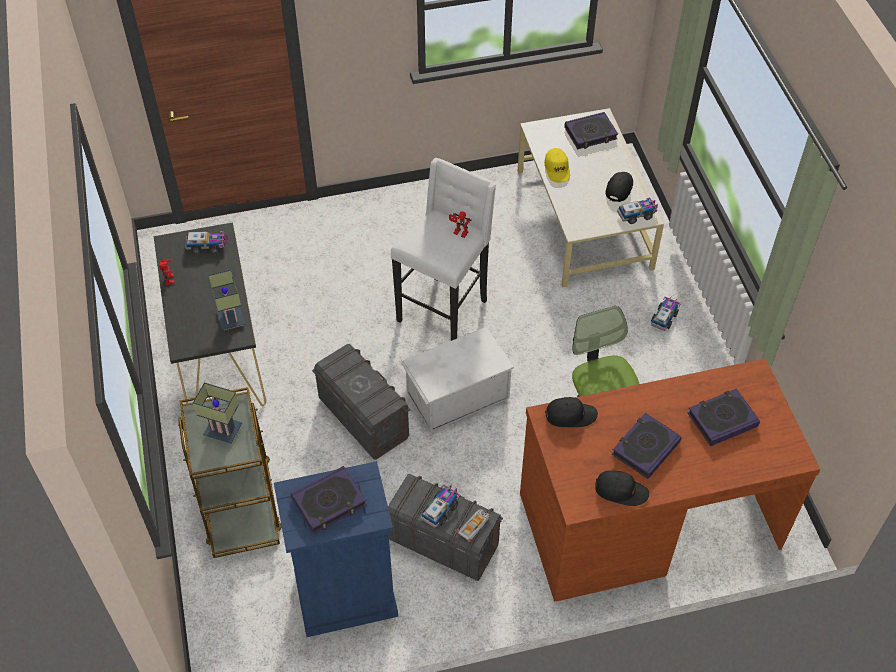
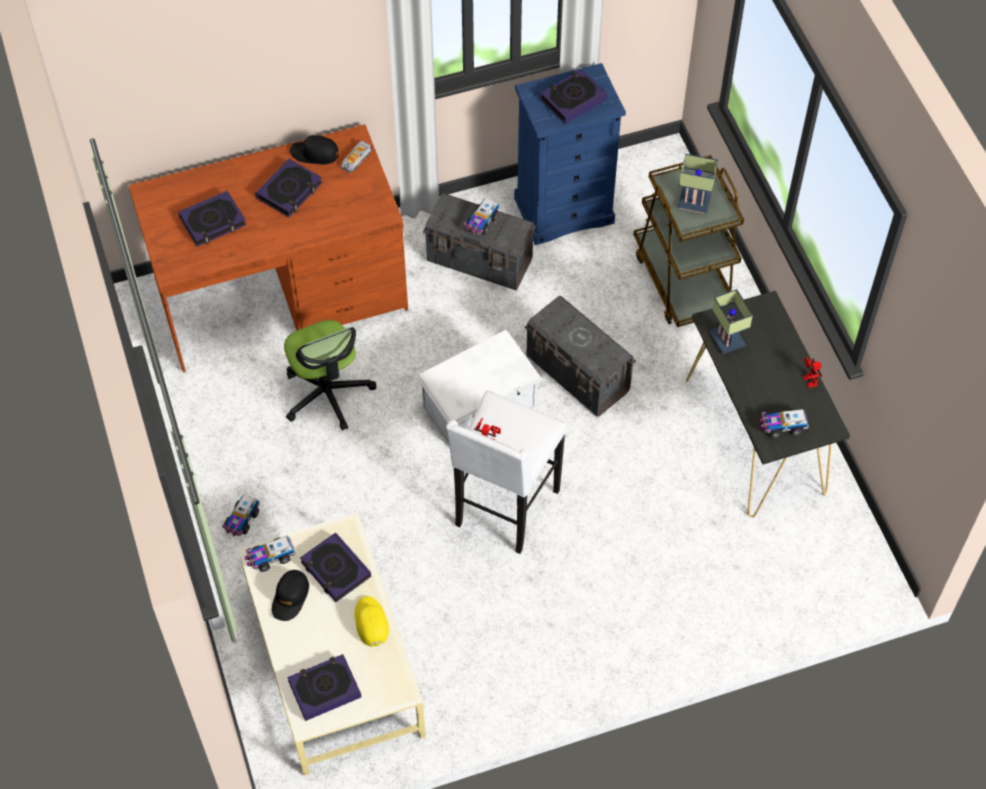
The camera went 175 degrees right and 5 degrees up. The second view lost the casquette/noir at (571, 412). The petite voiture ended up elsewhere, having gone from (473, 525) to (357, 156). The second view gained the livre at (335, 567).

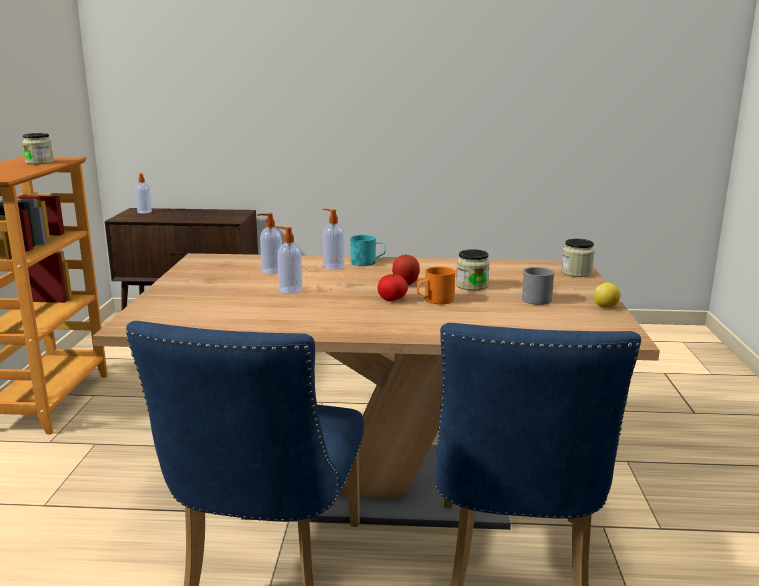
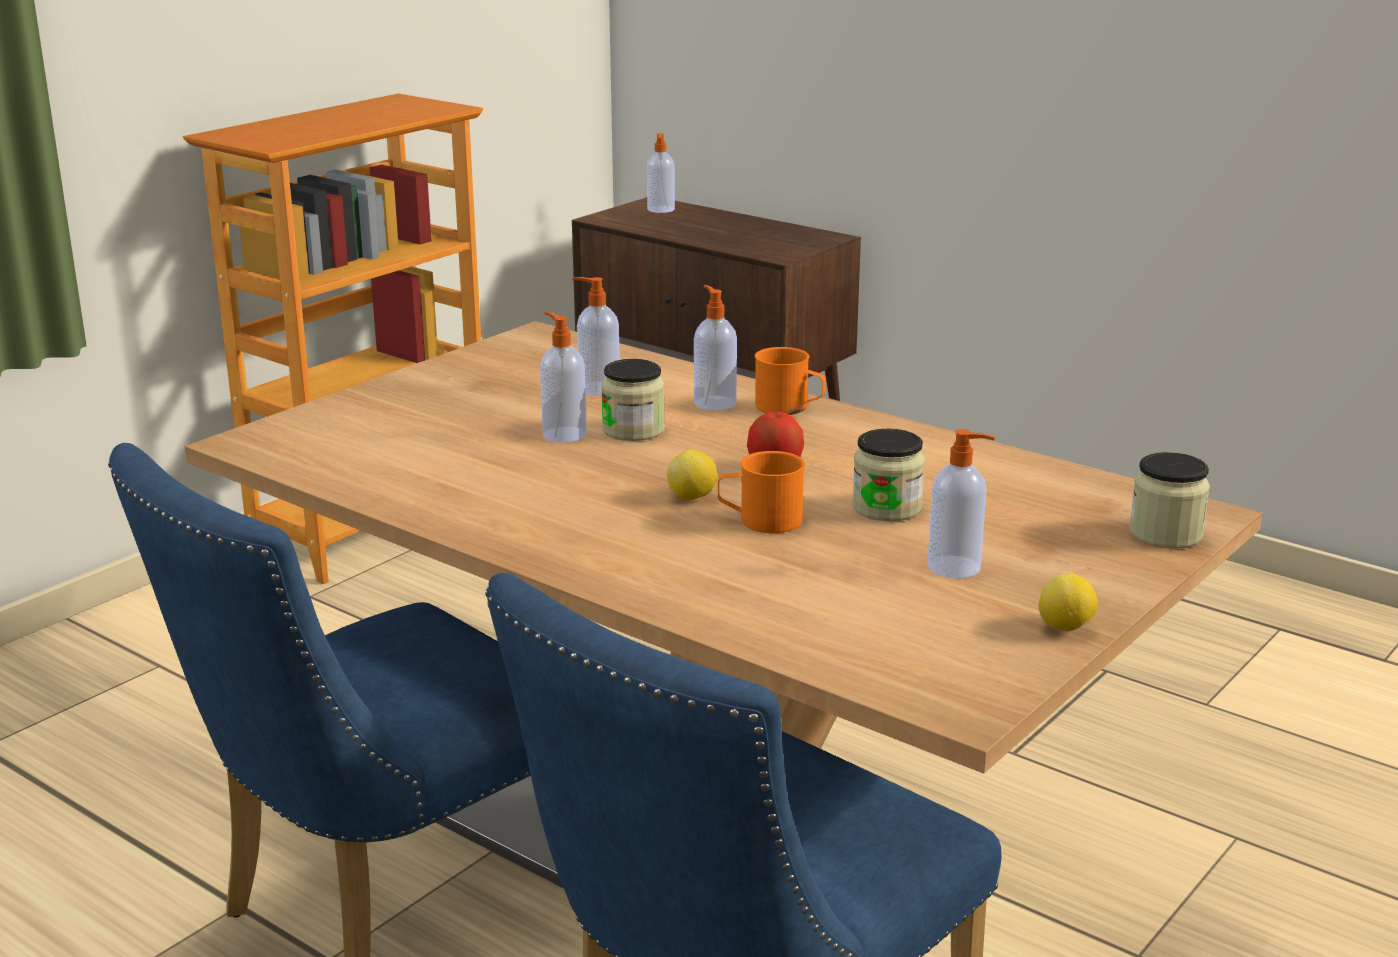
The camera went 35 degrees right and 5 degrees up. The bocal ended up elsewhere, having gone from (38, 149) to (633, 400). What was the mug/turquoise at (368, 250) turned into the mug/orange at (790, 381). Where the mug/gris stood at (538, 286), the distributeur de savon came to stand at (961, 504). Where the tomate stood at (393, 287), the citron came to stand at (692, 475).

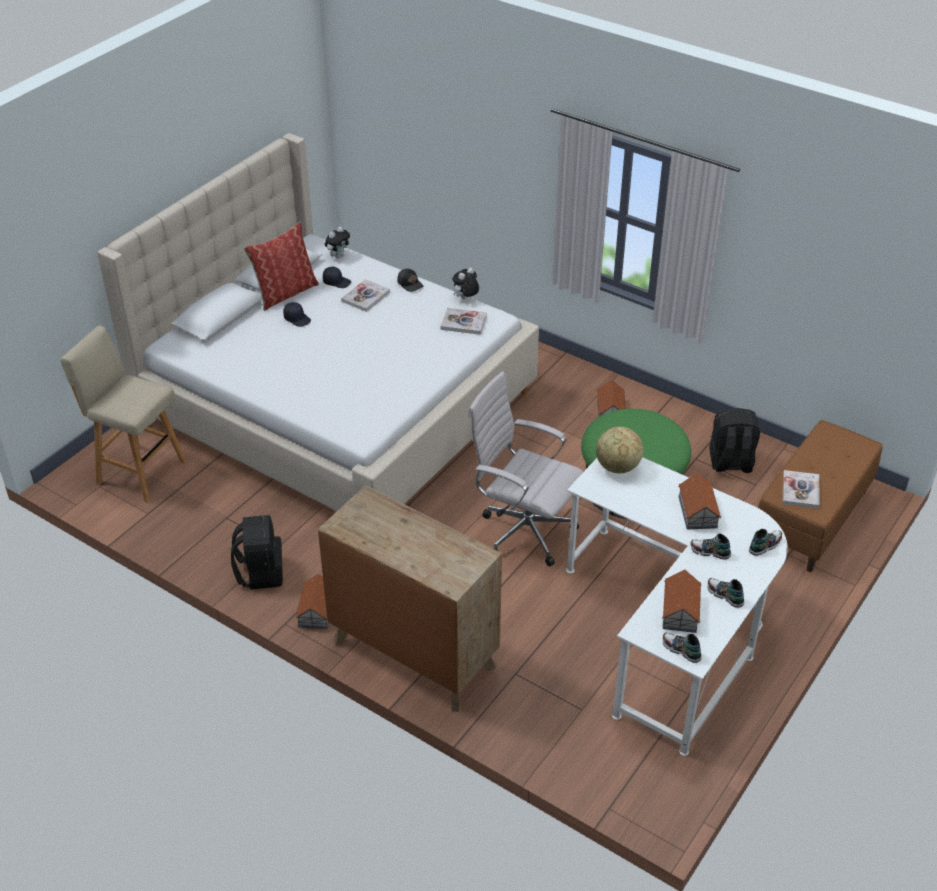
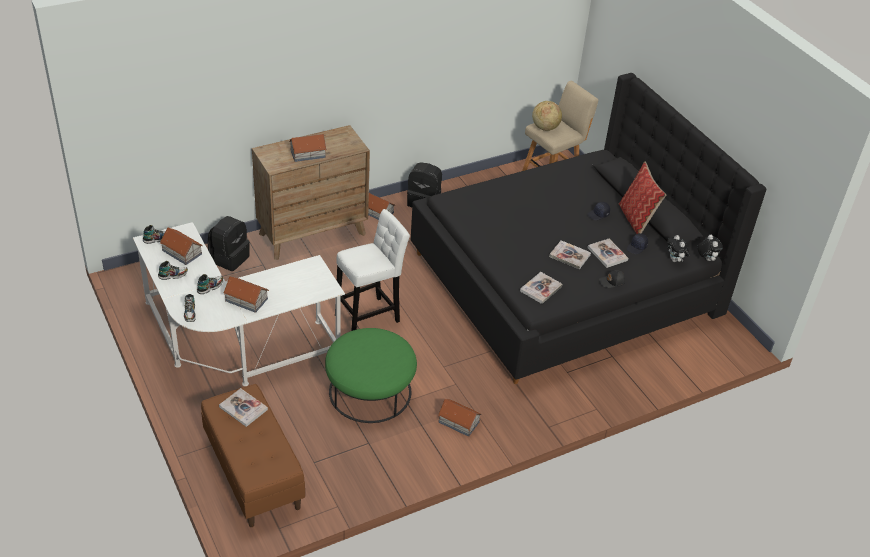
The camera went 115 degrees right and 0 degrees up. What was the lit/beige at (318, 322) turned into the lit/noir at (588, 228). The peluche ended up elsewhere, having gone from (465, 283) to (710, 248). Where the chaise de bureau/blanc stood at (525, 468), the tabouret/blanc came to stand at (372, 270). The sac à dos/noir ended up elsewhere, having gone from (735, 440) to (229, 243). The globe ended up elsewhere, having gone from (619, 450) to (547, 116). The second view gained the maison miniature at (308, 148). The second view gained the livre at (570, 254).

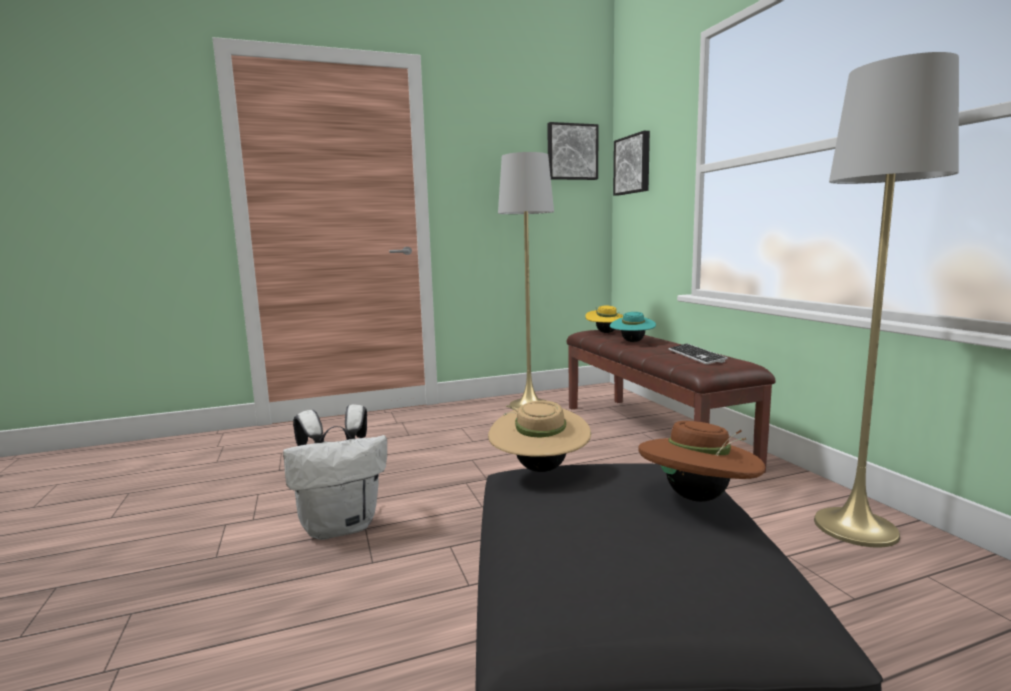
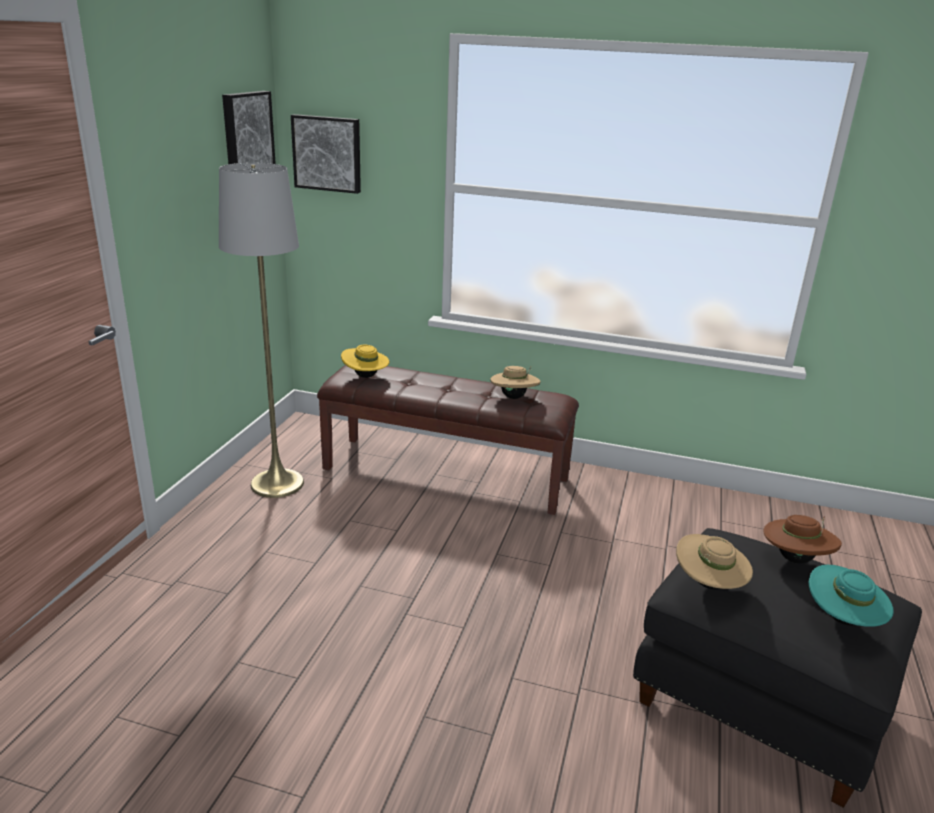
The camera went 55 degrees left and 15 degrees up. The second view lost the lampadaire/gris at (886, 299). The chapeau/turquoise ended up elsewhere, having gone from (633, 327) to (851, 596). Where the clavier stood at (698, 354), the chapeau/beige came to stand at (515, 382). The second view lost the sac à dos/blanc at (335, 472).

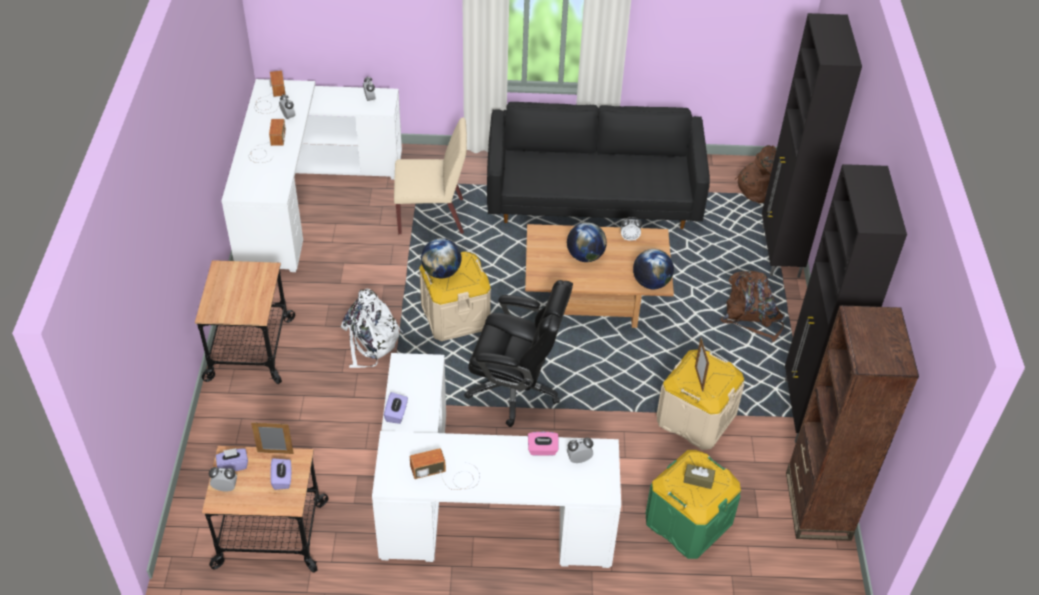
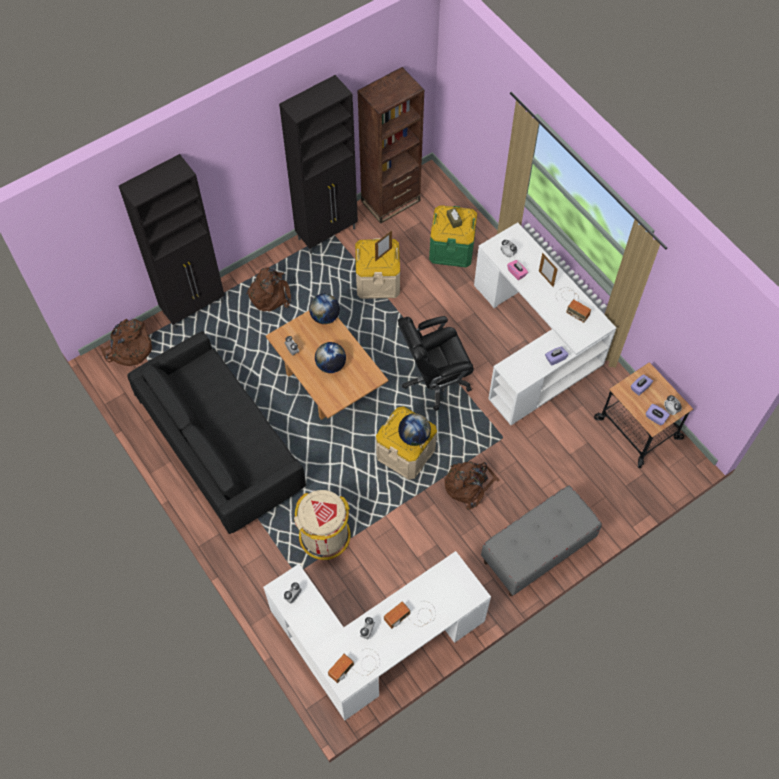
The camera went 125 degrees left and 15 degrees up. Where the chaise/beige stood at (430, 176), the poubelle/beige came to stand at (322, 525). Where the chariot stood at (245, 322), the banc/gris came to stand at (541, 540). The chaise de bureau/noir at (518, 353) ended up facing another way, 90 degrees counterclockwise from before. What was the sac à dos/blanc at (371, 328) turned into the sac à dos/marron at (471, 485). The cadre photo ended up elsewhere, having gone from (272, 438) to (548, 270).

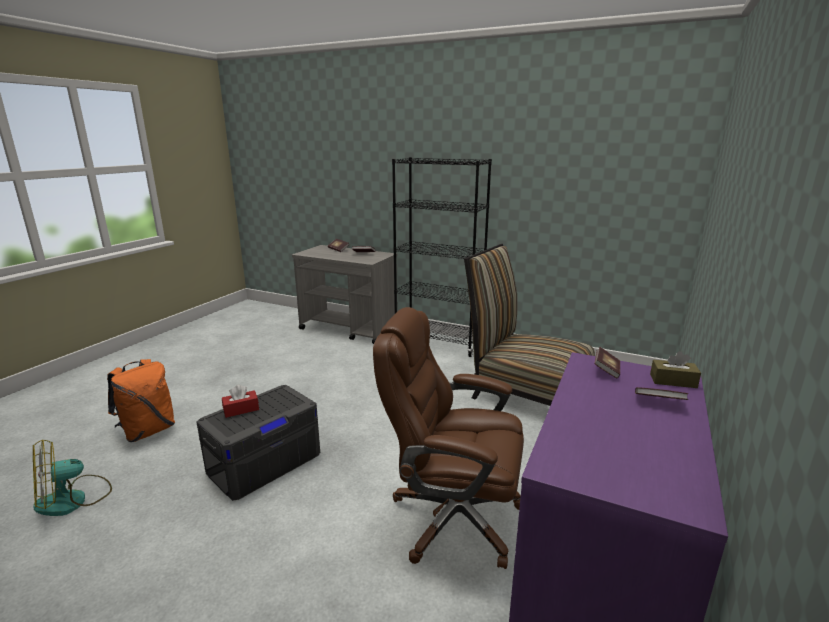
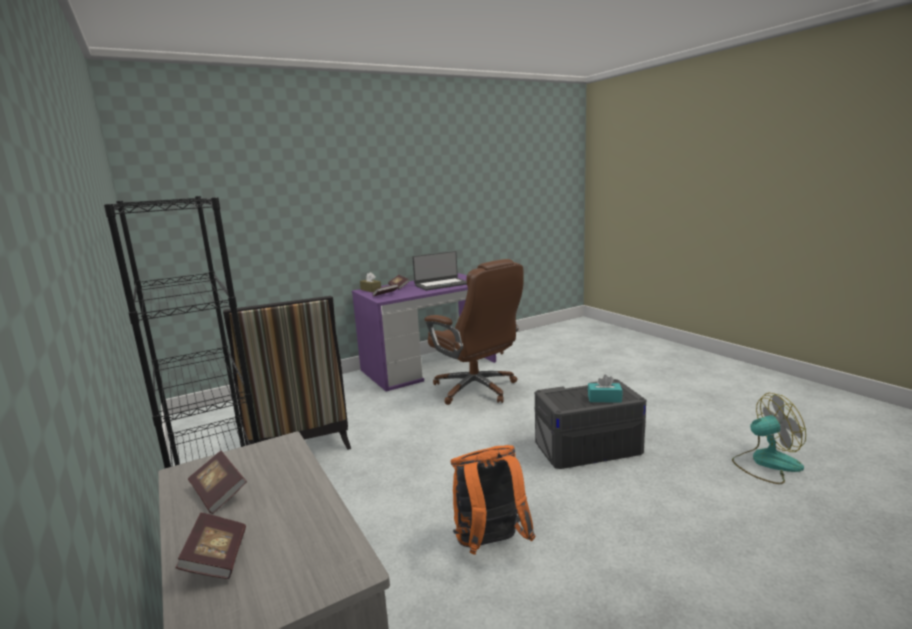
The camera went 145 degrees left and 5 degrees down. The sac à dos/orange ended up elsewhere, having gone from (141, 400) to (493, 500). What was the boîte à mouchoirs/rouge at (240, 401) turned into the boîte à mouchoirs/turquoise at (605, 388). The second view gained the ordinateur portable at (439, 271).

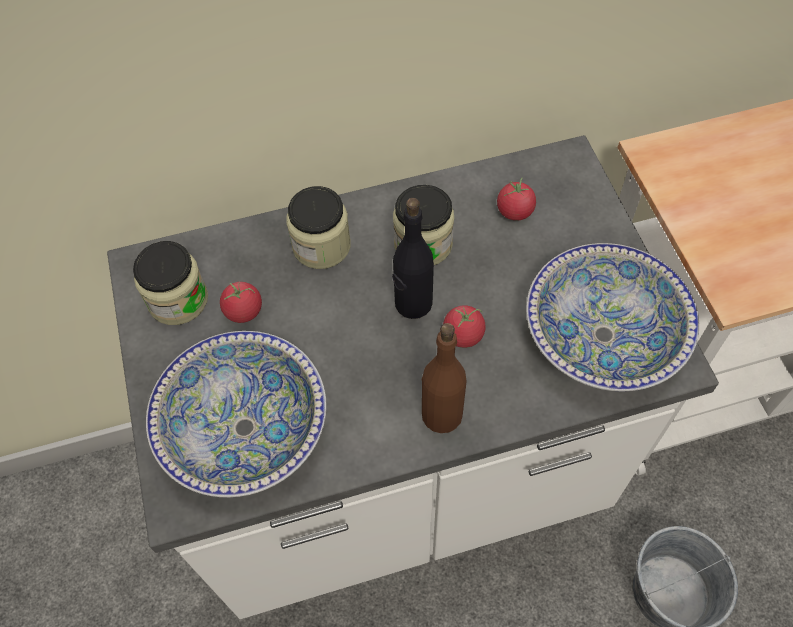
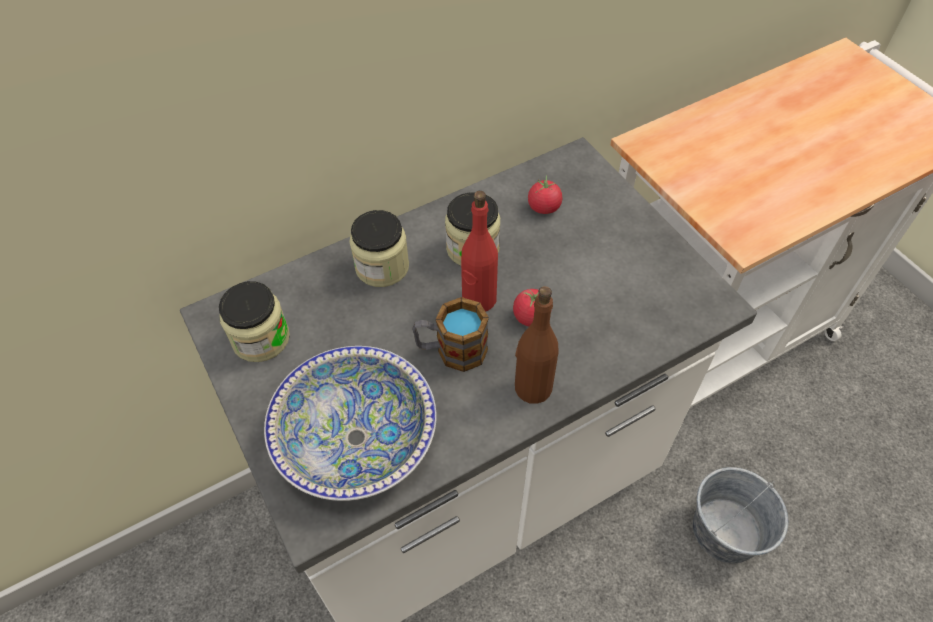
The camera went 15 degrees left and 5 degrees down. What was the bouteille/noir at (413, 258) turned into the bouteille/rouge at (479, 251). The second view lost the bol at (612, 317). The second view lost the tomate at (241, 302). The second view gained the mug at (450, 334).

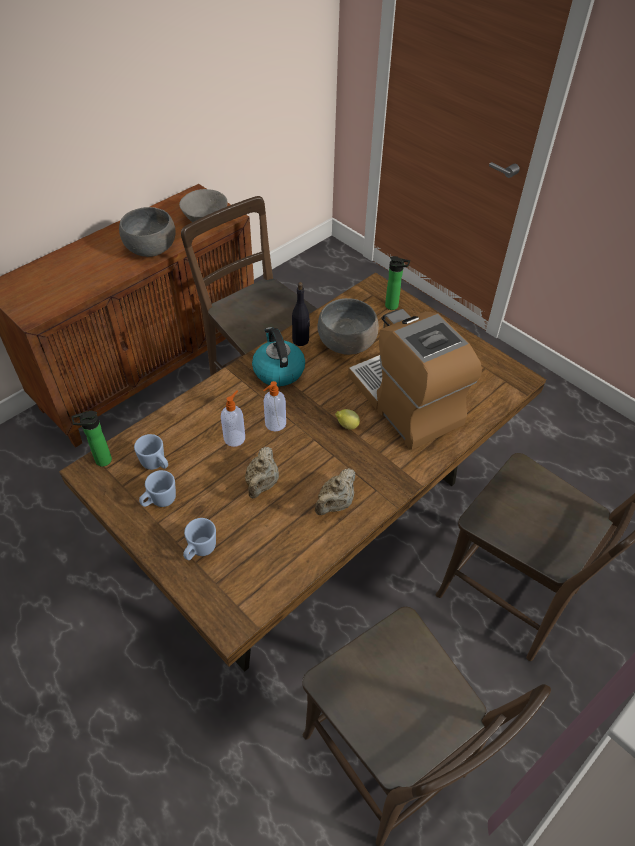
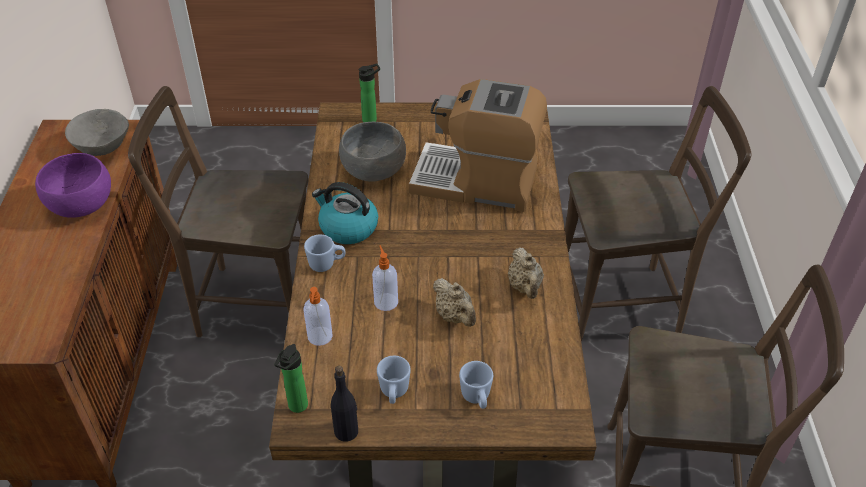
The camera went 45 degrees left and 5 degrees down. What was the bol/gris at (147, 232) turned into the bol/violet at (73, 185). The bouteille/noir ended up elsewhere, having gone from (301, 314) to (344, 404). The distributeur de savon ended up elsewhere, having gone from (274, 406) to (318, 316). The second view lost the citron at (347, 419). The mug/bleu ended up elsewhere, having gone from (151, 452) to (324, 253).

